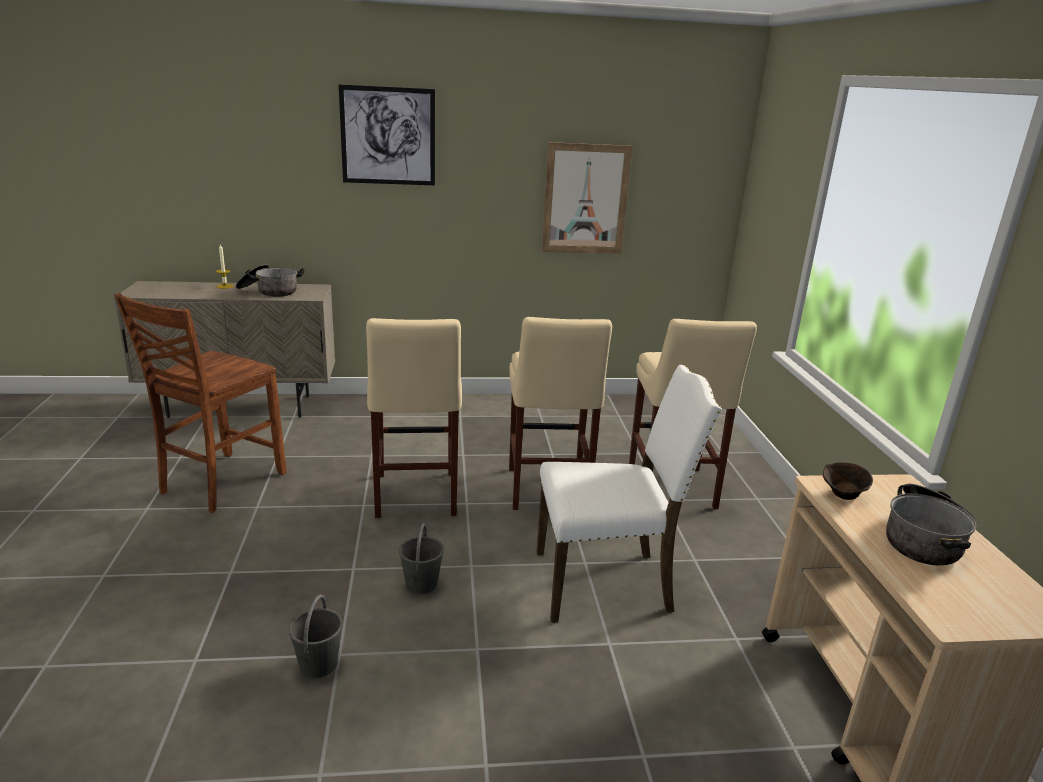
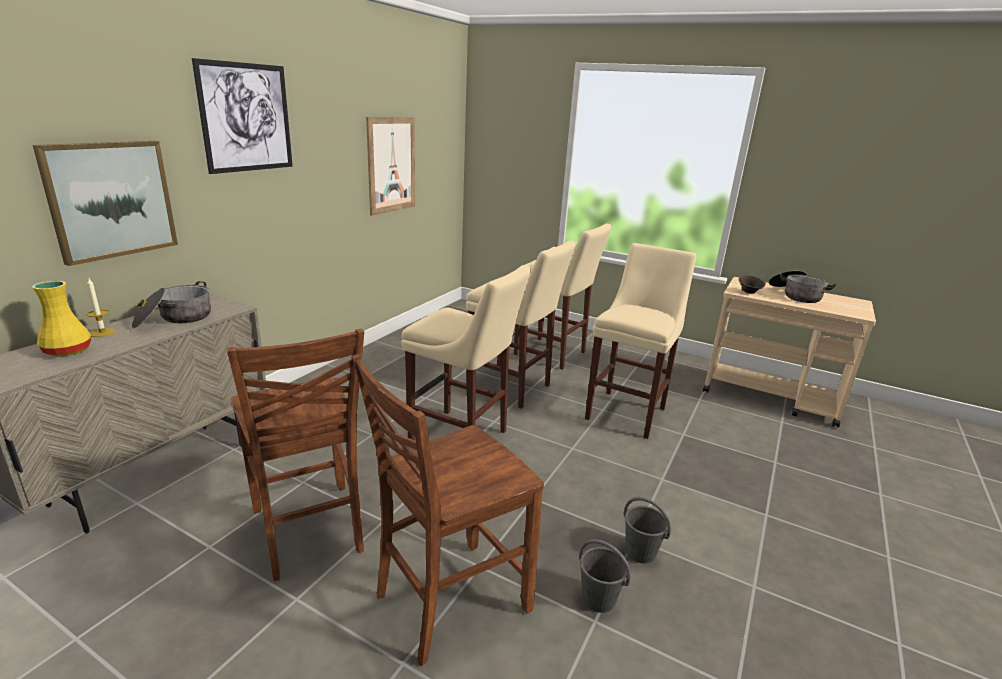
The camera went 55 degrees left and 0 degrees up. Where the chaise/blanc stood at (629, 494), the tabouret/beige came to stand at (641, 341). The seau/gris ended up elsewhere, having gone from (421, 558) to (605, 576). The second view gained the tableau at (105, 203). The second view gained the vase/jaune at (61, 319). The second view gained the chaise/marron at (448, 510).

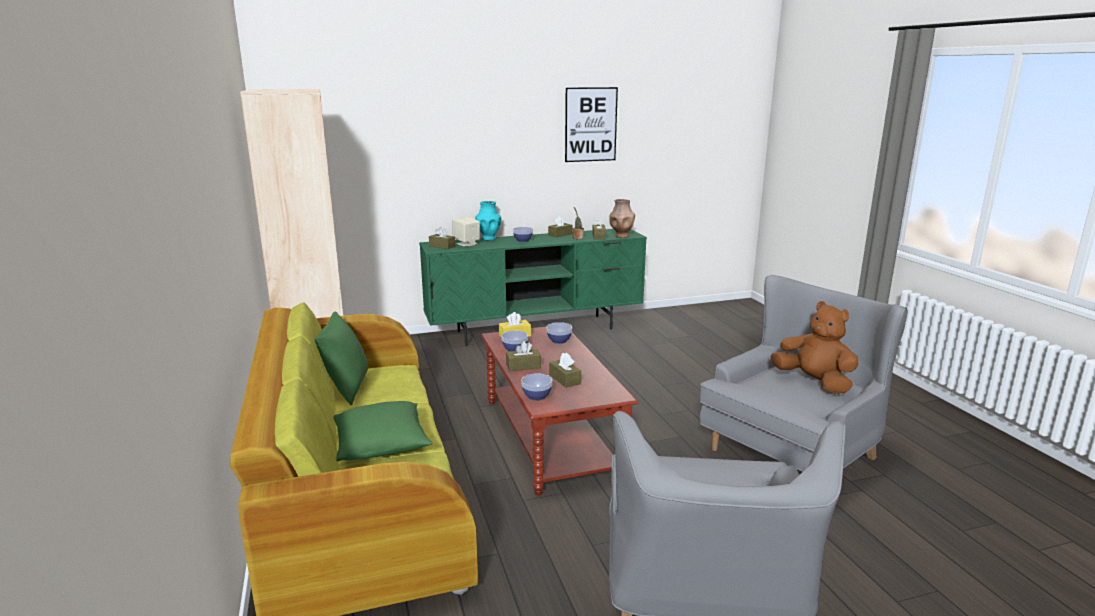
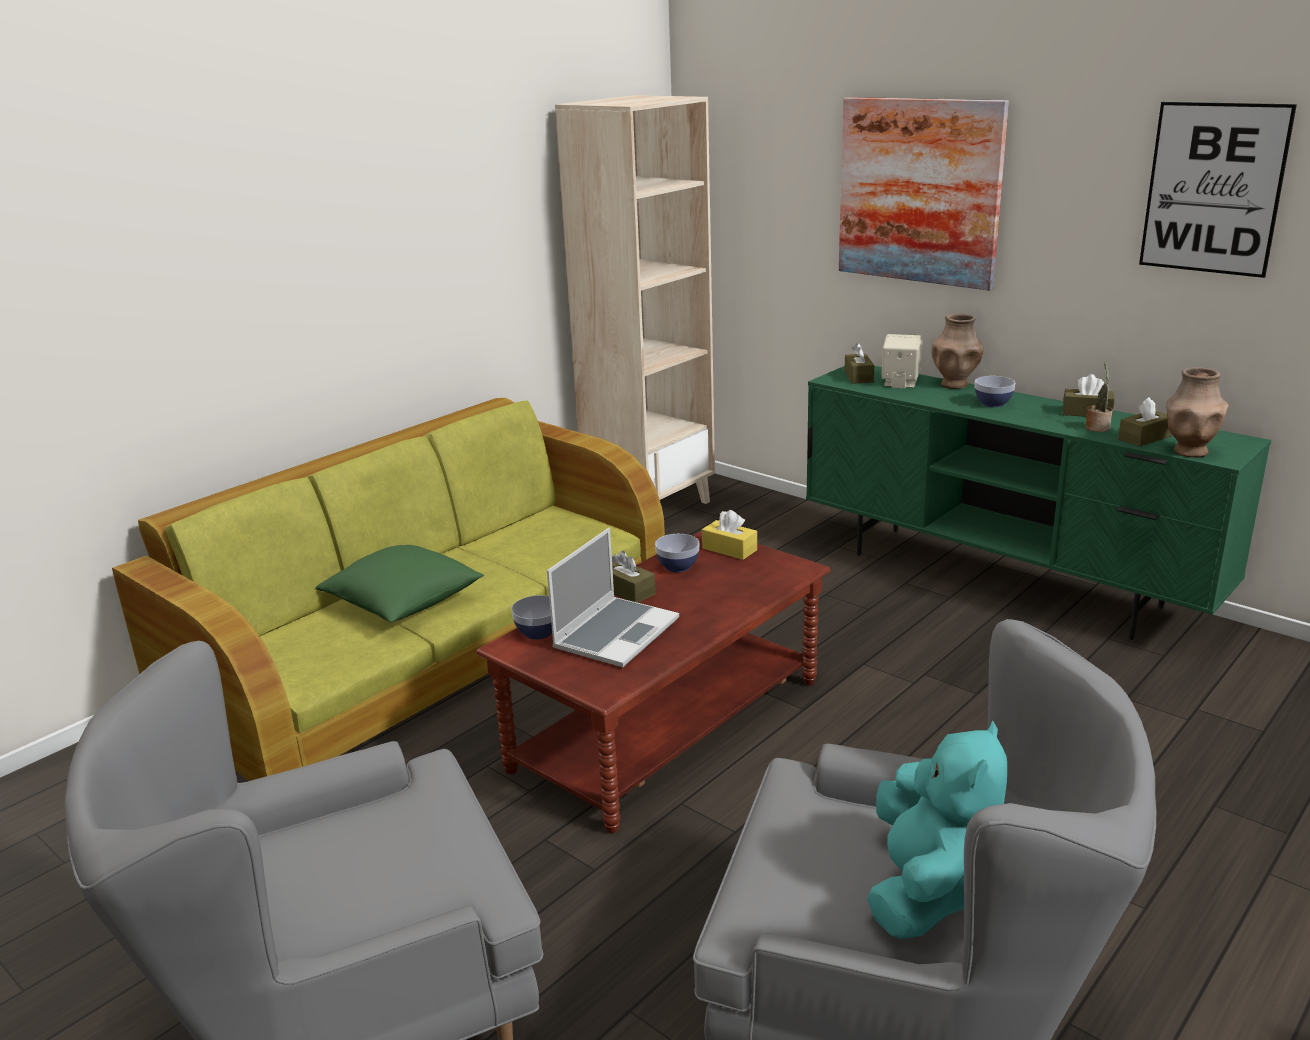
The camera went 60 degrees right and 5 degrees up. What was the vase/turquoise at (488, 221) turned into the vase/marron at (957, 351). What was the peluche/marron at (815, 347) turned into the peluche/turquoise at (937, 829). The second view lost the coussin/vert at (341, 358). The second view lost the bol at (559, 333). Where the boîte à mouchoirs/marron stood at (565, 370), the ordinateur portable came to stand at (613, 597). The second view gained the tableau at (924, 194).

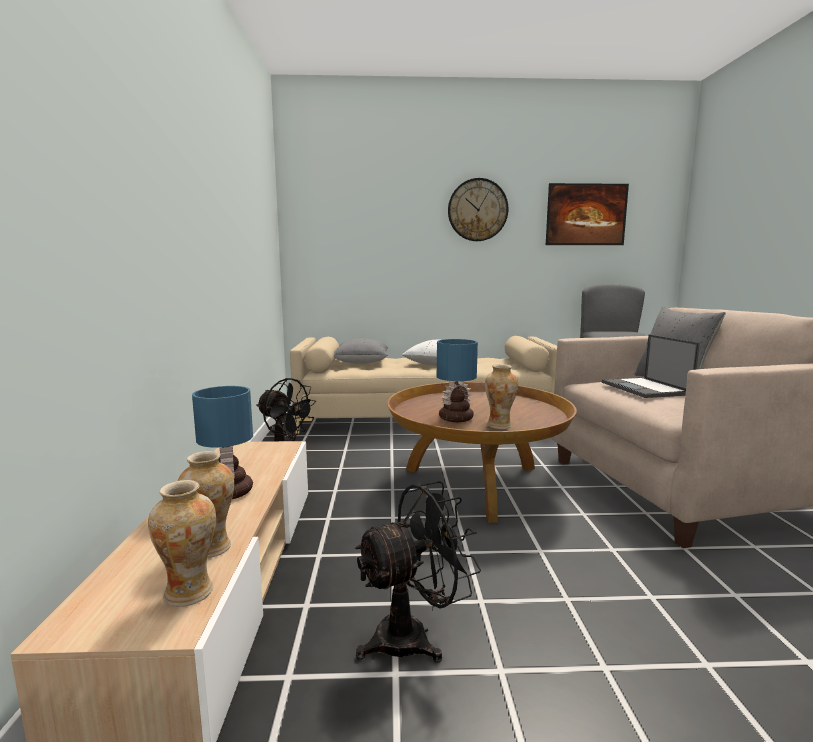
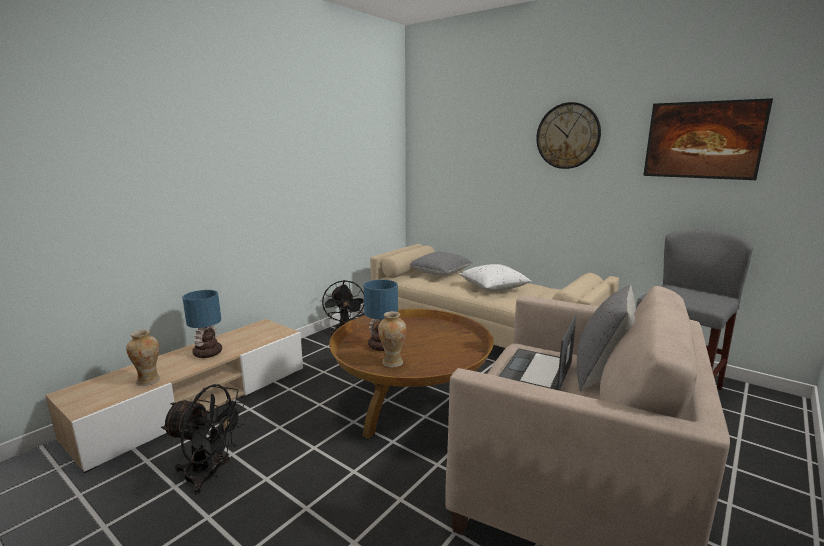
The camera went 40 degrees right and 5 degrees up. The second view lost the vase at (182, 543).

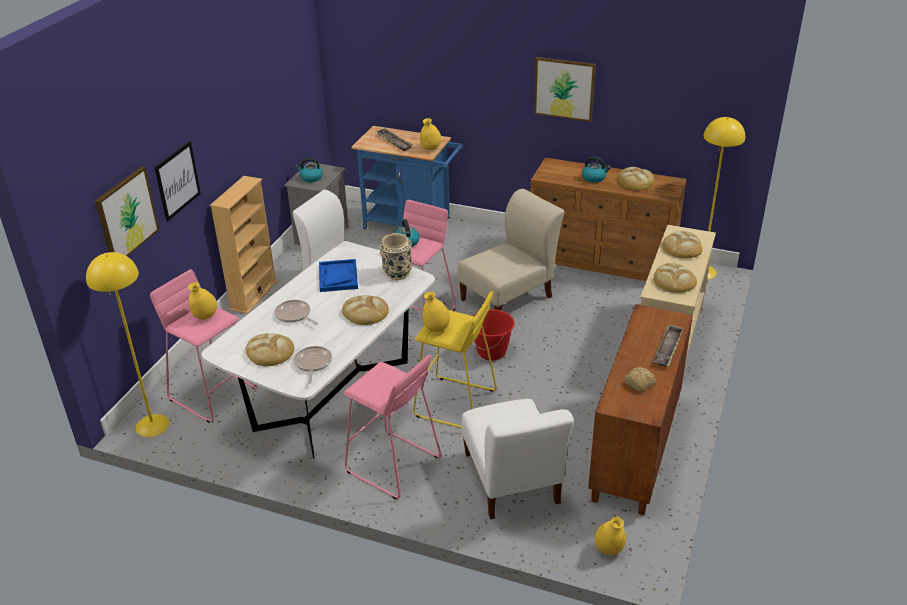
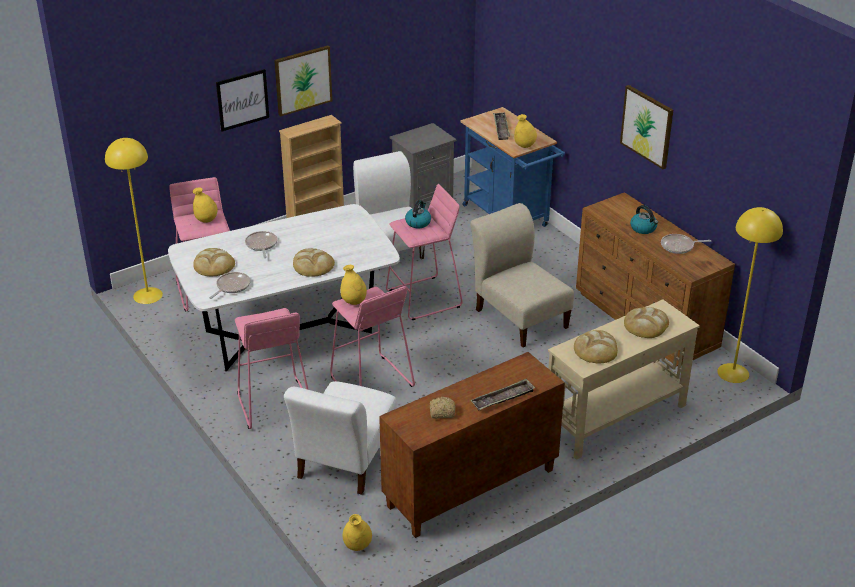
The camera went 35 degrees right and 0 degrees up. The second view lost the bouilloire at (309, 170). The tableau ended up elsewhere, having gone from (127, 212) to (303, 81). Where the pain stood at (635, 178), the poêle came to stand at (686, 244). The chaise/beige at (510, 250) ended up facing another way, 120 degrees counterclockwise from before. The second view lost the vase/beige at (396, 256). The second view lost the plateau/bleu at (338, 275). What was the tabouret/jaune at (455, 359) turned into the tabouret/rose at (372, 336). The second view lost the seau/rouge at (494, 335).

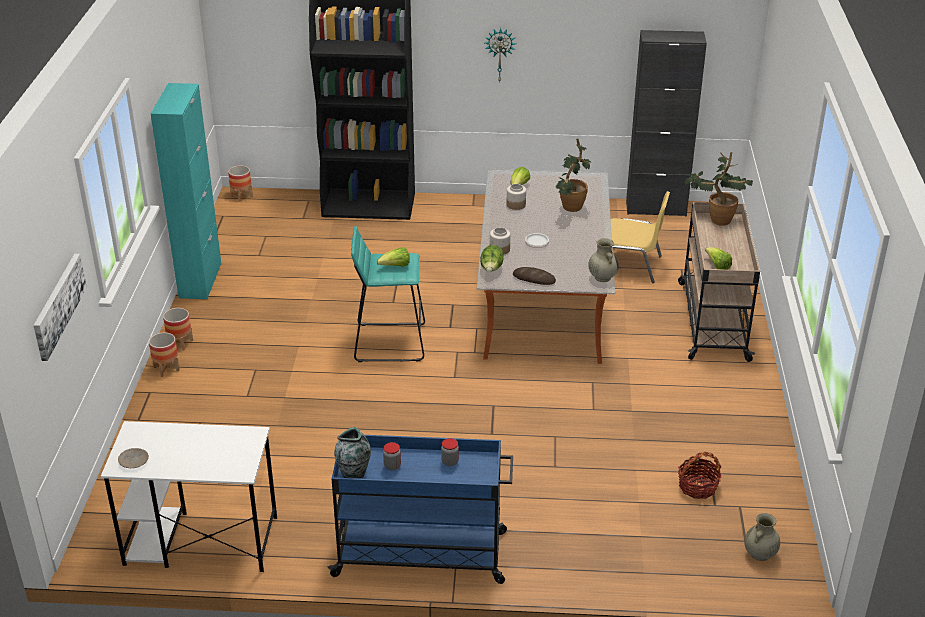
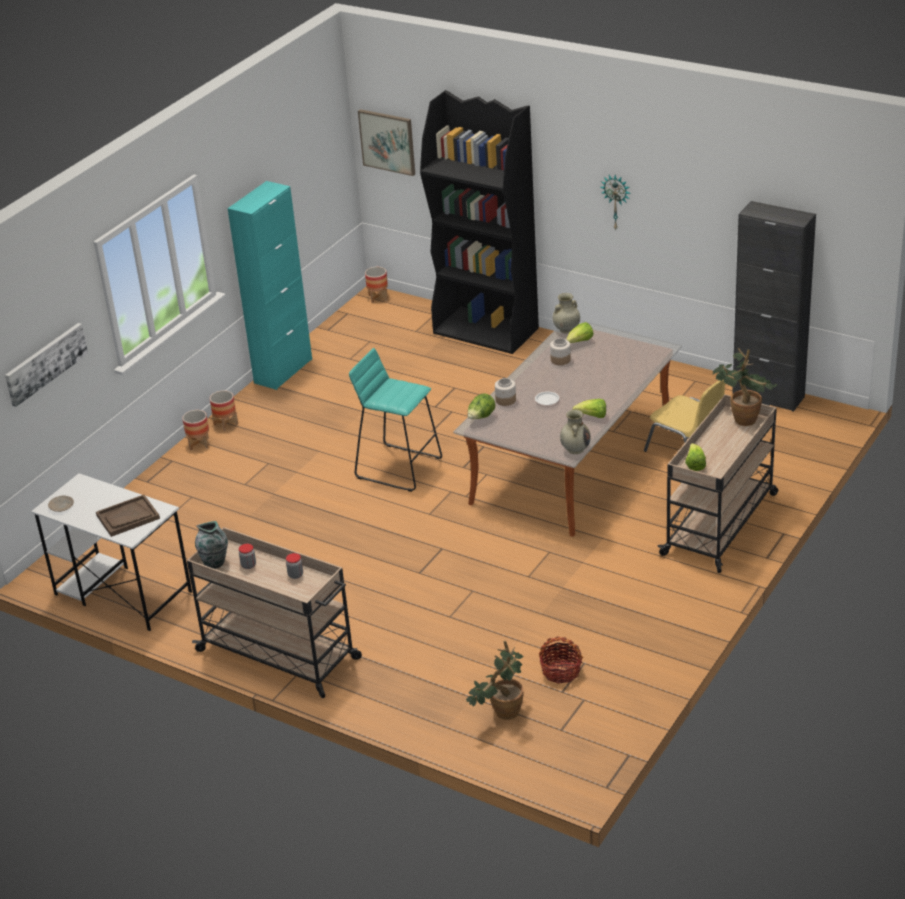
The camera went 30 degrees right and 0 degrees up. The plante en pot ended up elsewhere, having gone from (573, 175) to (495, 680). The laitue ended up elsewhere, having gone from (393, 256) to (589, 408). The second view lost the pain at (534, 276). What was the chariot/bleu at (420, 509) turned into the chariot/beige at (274, 612). The vase/beige ended up elsewhere, having gone from (762, 537) to (566, 313). The second view gained the tableau at (386, 142). The second view gained the plateau/marron at (128, 516).

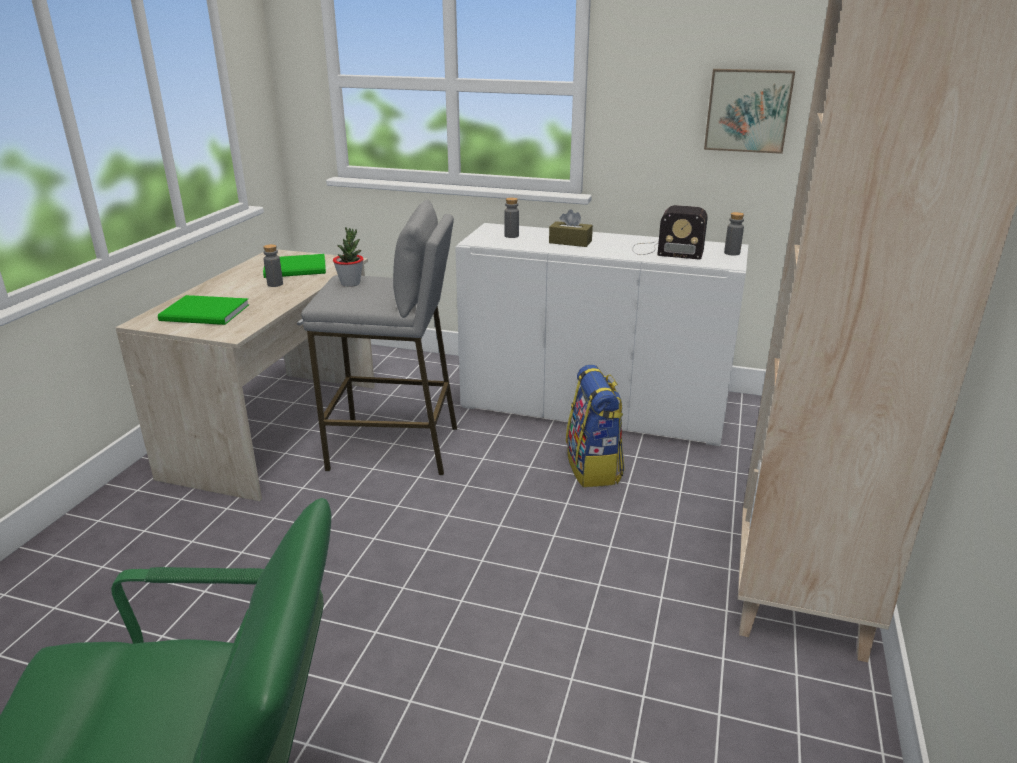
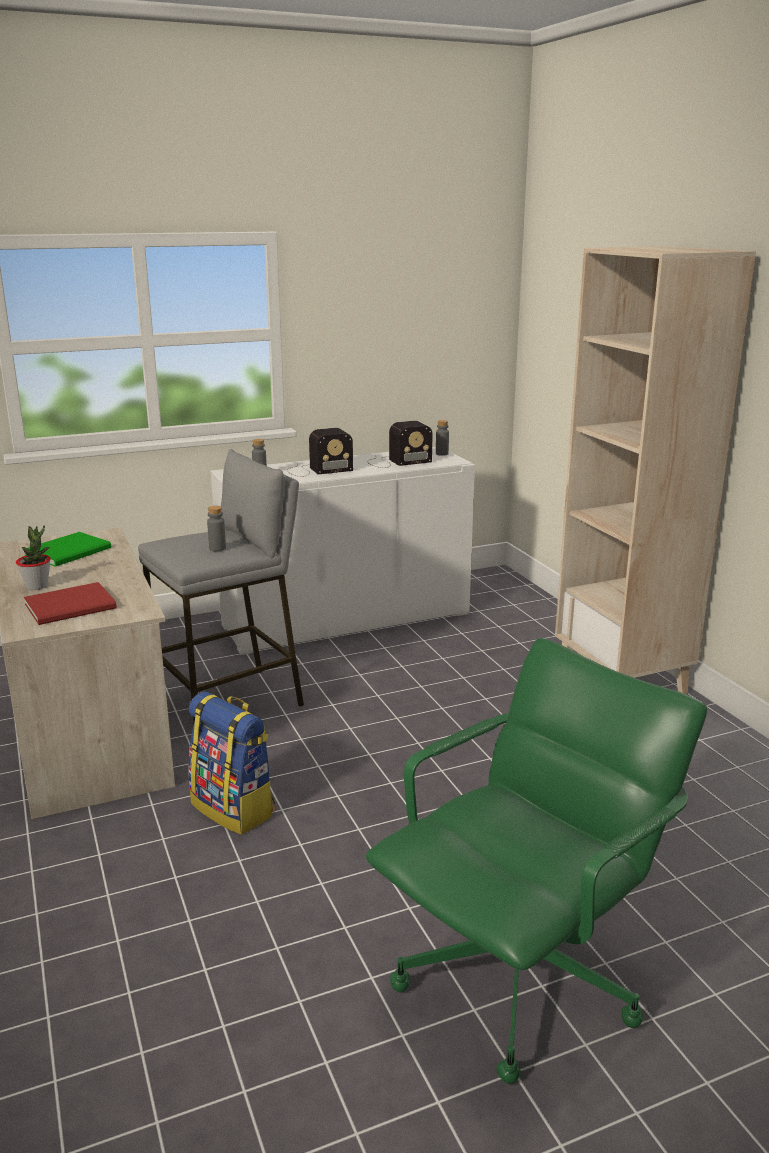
The camera went 40 degrees left and 5 degrees down. The second view lost the tableau at (749, 111). Where the boîte à mouchoirs/marron stood at (571, 228), the radio came to stand at (320, 452). The plante en pot ended up elsewhere, having gone from (348, 257) to (33, 558). The bouteille/gris ended up elsewhere, having gone from (273, 265) to (216, 528). What was the livre/vert at (203, 310) turned into the livre/rouge at (70, 603). The sac à dos ended up elsewhere, having gone from (595, 426) to (231, 763).

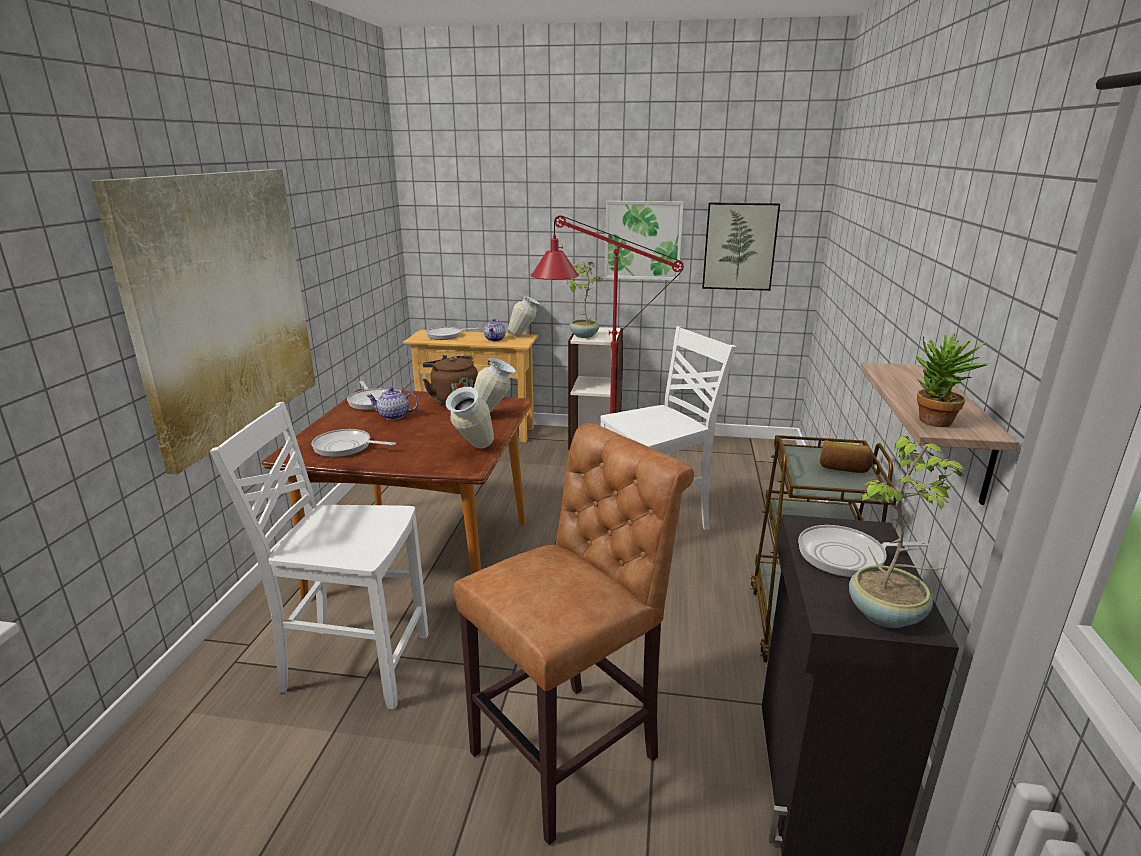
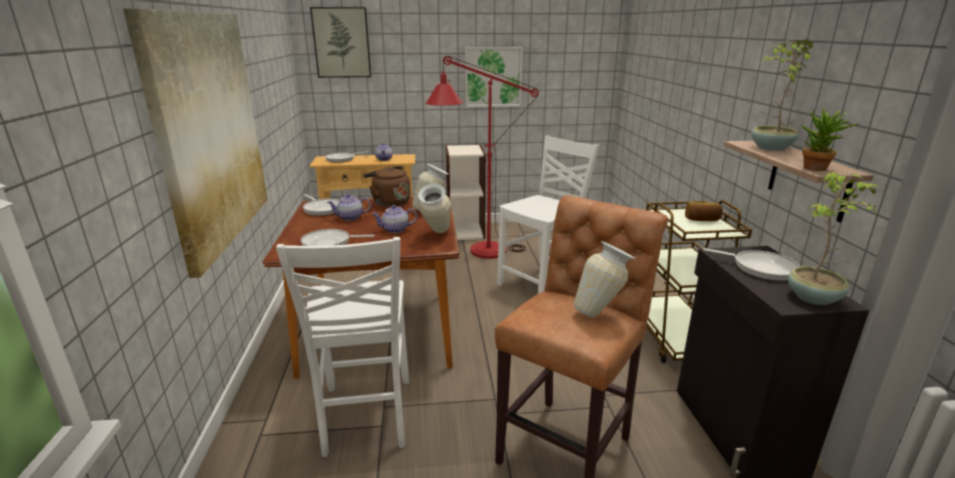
The camera went 15 degrees left and 0 degrees up. The tableau ended up elsewhere, having gone from (741, 246) to (340, 42). The plante en pot ended up elsewhere, having gone from (585, 299) to (782, 95). The vase ended up elsewhere, having gone from (524, 315) to (605, 279). The chaise/blanc at (319, 555) ended up facing another way, 90 degrees counterclockwise from before. The poêle at (863, 551) ended up facing another way, 135 degrees counterclockwise from before. The second view gained the théière at (394, 219).

